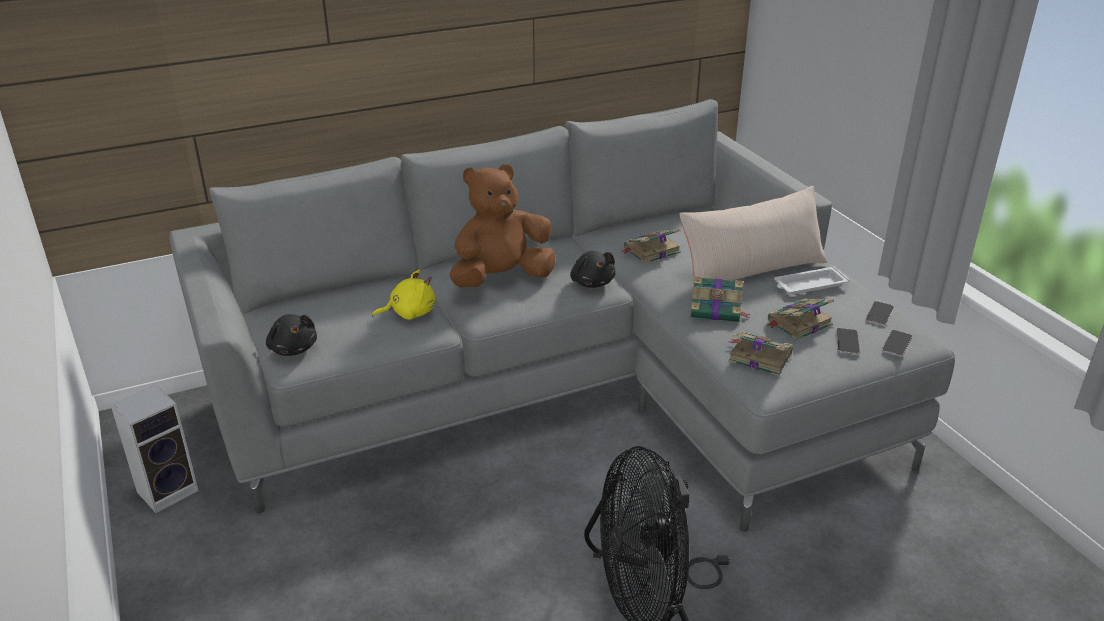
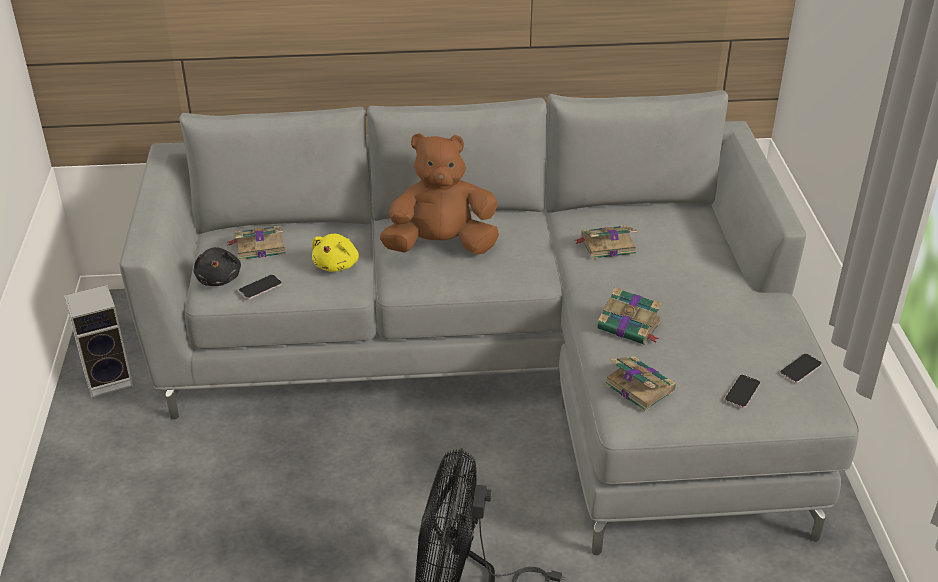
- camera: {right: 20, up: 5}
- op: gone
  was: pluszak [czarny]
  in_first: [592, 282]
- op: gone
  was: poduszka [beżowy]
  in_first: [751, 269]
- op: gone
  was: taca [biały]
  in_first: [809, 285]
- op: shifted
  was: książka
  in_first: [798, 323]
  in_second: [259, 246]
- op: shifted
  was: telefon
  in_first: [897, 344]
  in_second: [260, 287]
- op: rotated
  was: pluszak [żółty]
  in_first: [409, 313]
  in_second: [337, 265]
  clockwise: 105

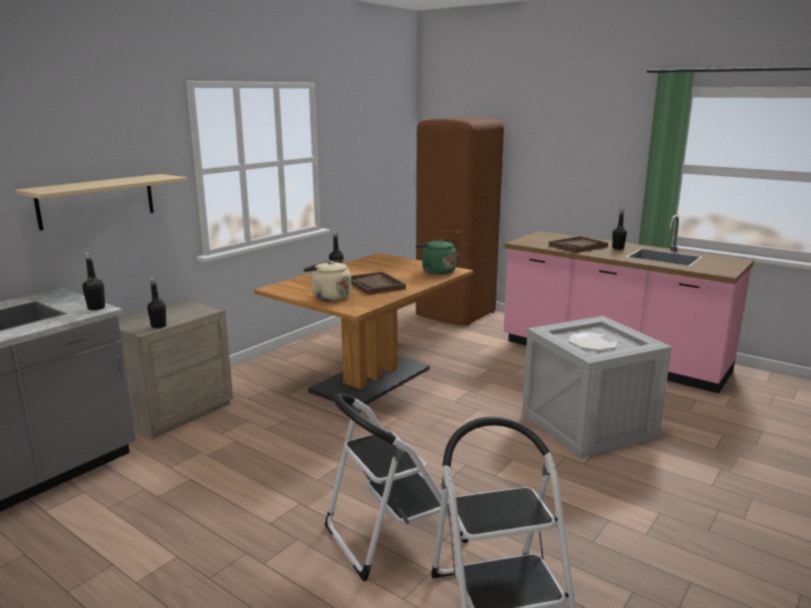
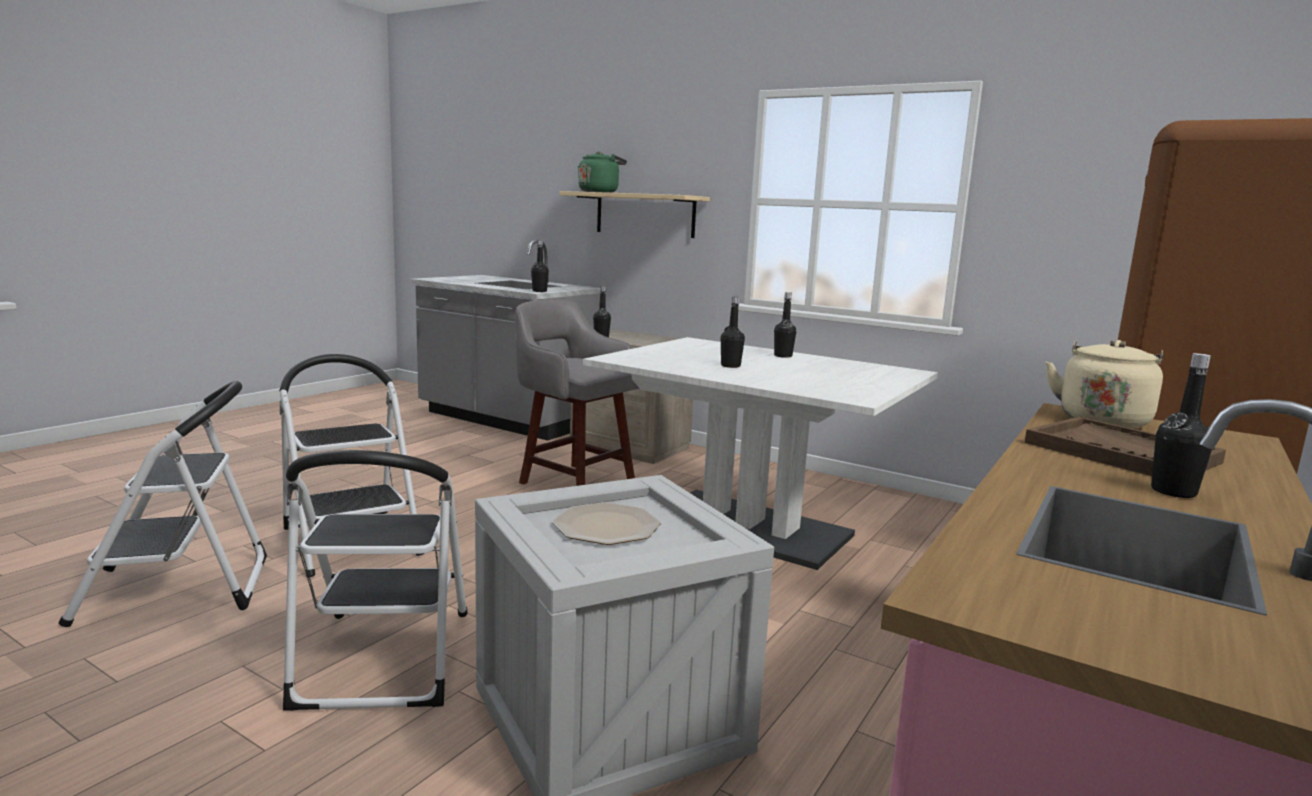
- camera: {right: 85, up: -5}
- op: new
  now: drabinka
  in_second: [382, 661]
- op: new
  now: stołek [szary]
  in_second: [574, 482]
- op: shifted
  was: czajnik [beżowy]
  in_first: [329, 297]
  in_second: [1102, 420]
- op: shifted
  was: czajnik [zielony]
  in_first: [436, 271]
  in_second: [599, 192]
- op: swapped
  was: taca [brązowy]
  now: butelka [czarny]
  in_first: [375, 285]
  in_second: [730, 366]
- op: repainted
  was: stół jadalny [brązowy]
  now: stół jadalny [biały]
  in_first: [371, 380]
  in_second: [749, 528]

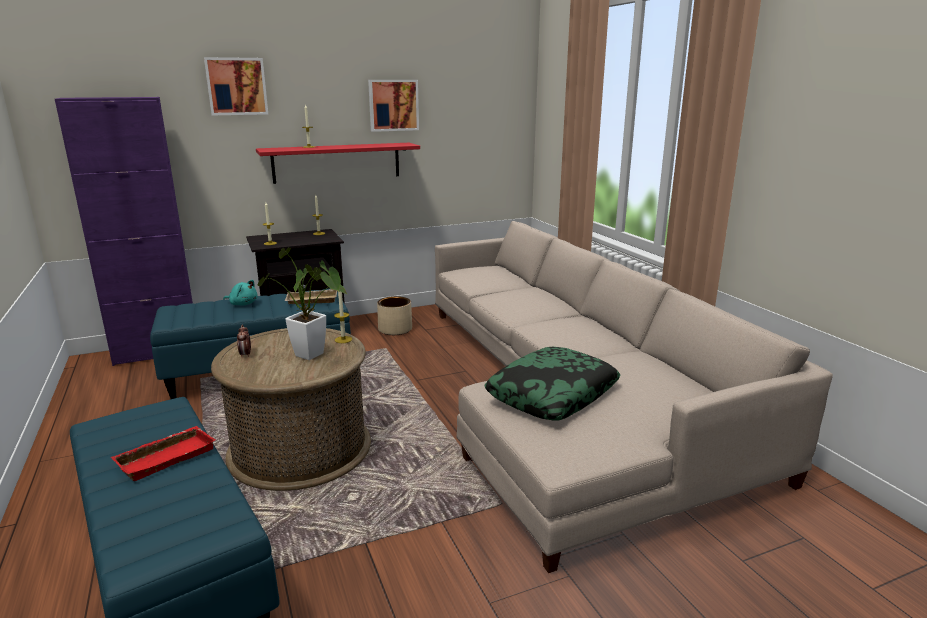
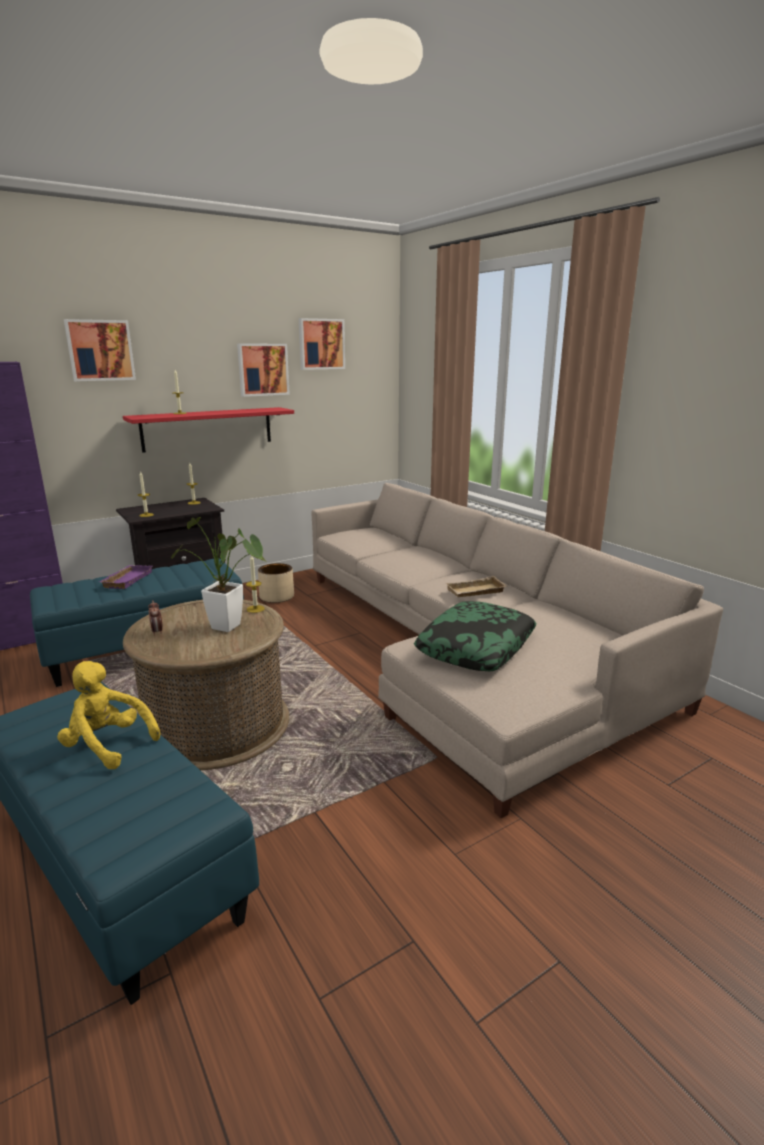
- camera: {right: -10, up: 0}
- op: new
  now: obraz
  in_second: [321, 344]
- op: shifted
  was: taca [beżowy]
  in_first: [311, 301]
  in_second: [475, 592]
- op: swapped
  was: taca [czerwony]
  now: pluszak [żółty]
  in_first: [166, 456]
  in_second: [107, 745]
- op: swapped
  was: pluszak [turkusowy]
  now: taca [fioletowy]
  in_first: [243, 304]
  in_second: [126, 580]

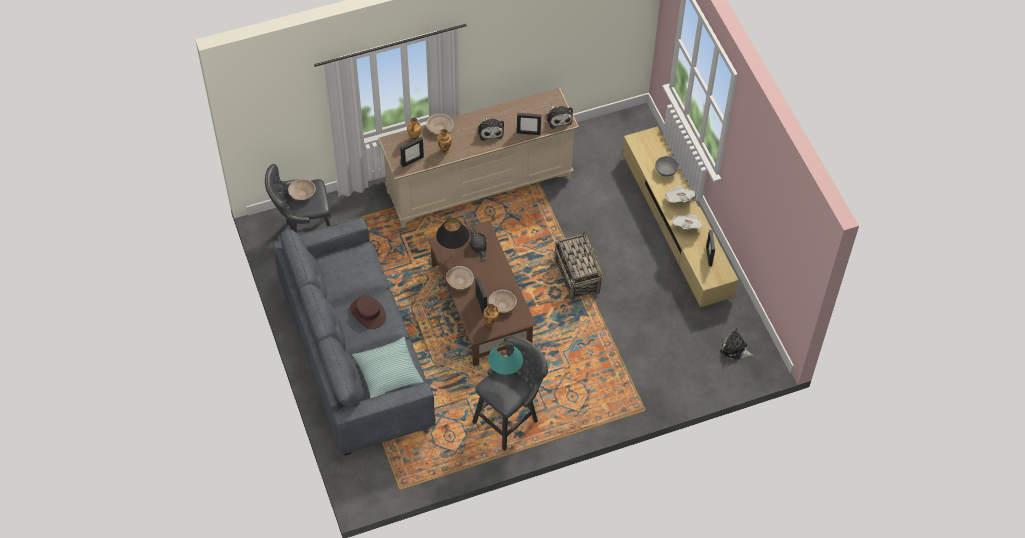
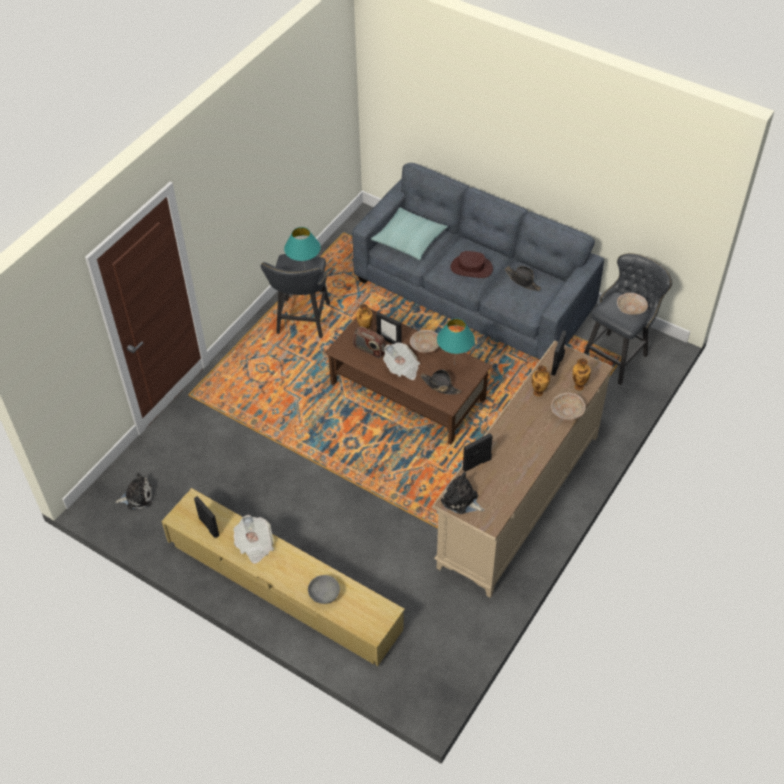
- camera: {right: 145, up: -5}
- op: gone
  was: pluszak
  in_first: [490, 130]
- op: gone
  was: koszyk
  in_first: [577, 275]
- op: new
  now: kapelusz [czarny]
  in_second: [522, 281]
- op: shifted
  was: gazeta
  in_first: [679, 199]
  in_second: [402, 368]
- op: swapped
  was: miska [beżowy]
  now: radio
  in_first: [502, 305]
  in_second: [369, 350]
- op: repainted
  was: lampa stołowa [czarny]
  now: lampa stołowa [turkusowy]
  in_first: [453, 254]
  in_second: [454, 364]

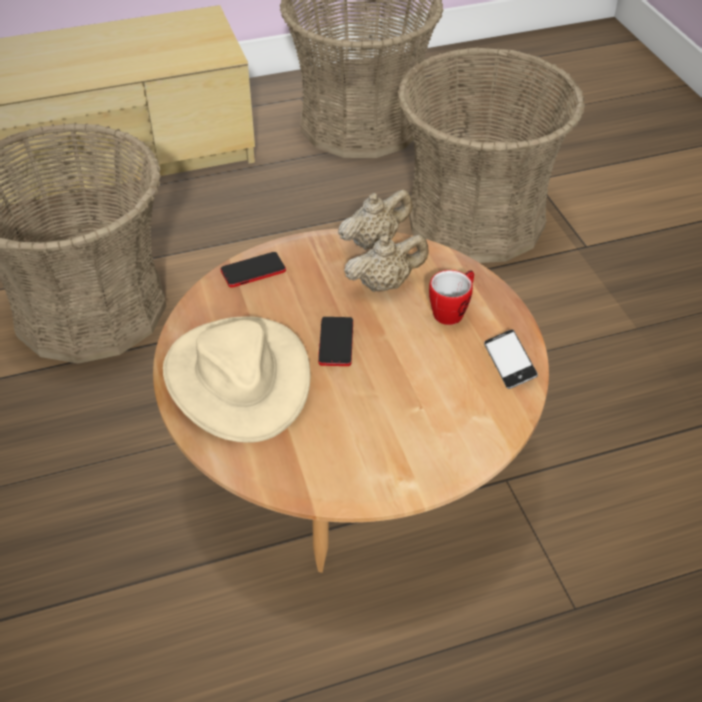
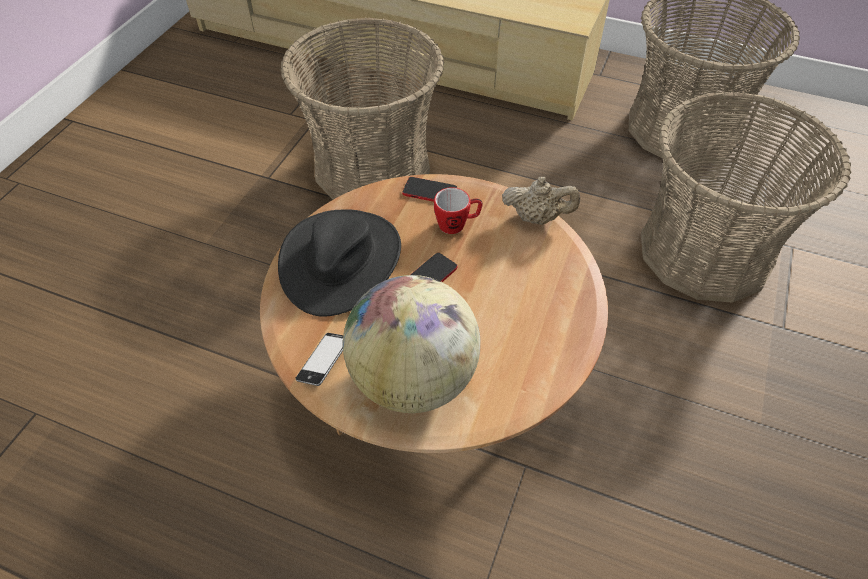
- camera: {right: 40, up: 5}
- op: gone
  was: imbryk [beżowy]
  in_first: [385, 284]
- op: new
  now: globus
  in_second: [413, 378]
- op: shifted
  was: kubek
  in_first: [452, 311]
  in_second: [457, 224]
- op: shifted
  was: telefon
  in_first: [509, 363]
  in_second: [324, 362]
- op: repainted
  was: kapelusz [beżowy]
  now: kapelusz [czarny]
  in_first: [237, 378]
  in_second: [340, 261]

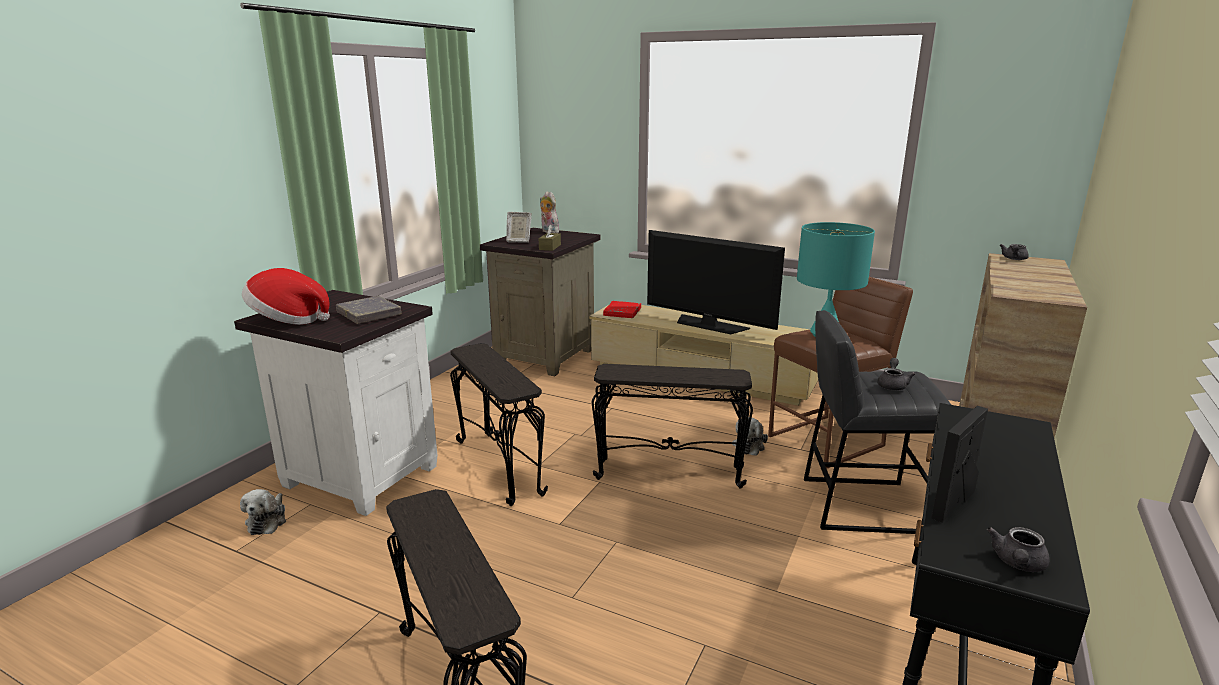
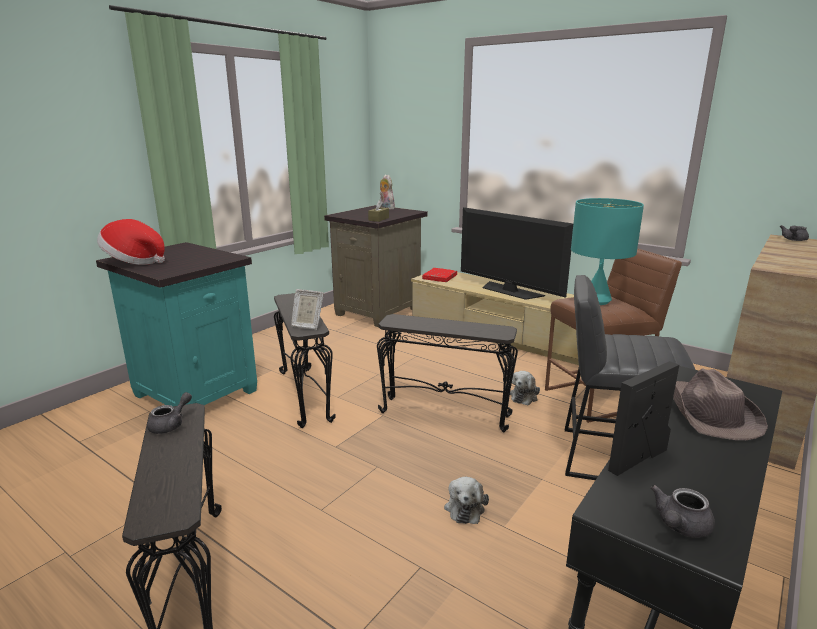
- camera: {right: 10, up: 0}
- op: gone
  was: książka [szary]
  in_first: [369, 314]
- op: new
  now: kapelusz [brązowy]
  in_second: [708, 412]
- op: shifted
  was: pluszak
  in_first: [268, 521]
  in_second: [464, 507]
- op: shifted
  was: ramka na zdjęcie
  in_first: [518, 241]
  in_second: [307, 325]
- op: shifted
  was: imbryk [szary]
  in_first: [892, 385]
  in_second: [171, 425]
- op: repainted
  was: szafka [biały]
  now: szafka [turkusowy]
  in_first: [358, 475]
  in_second: [194, 392]

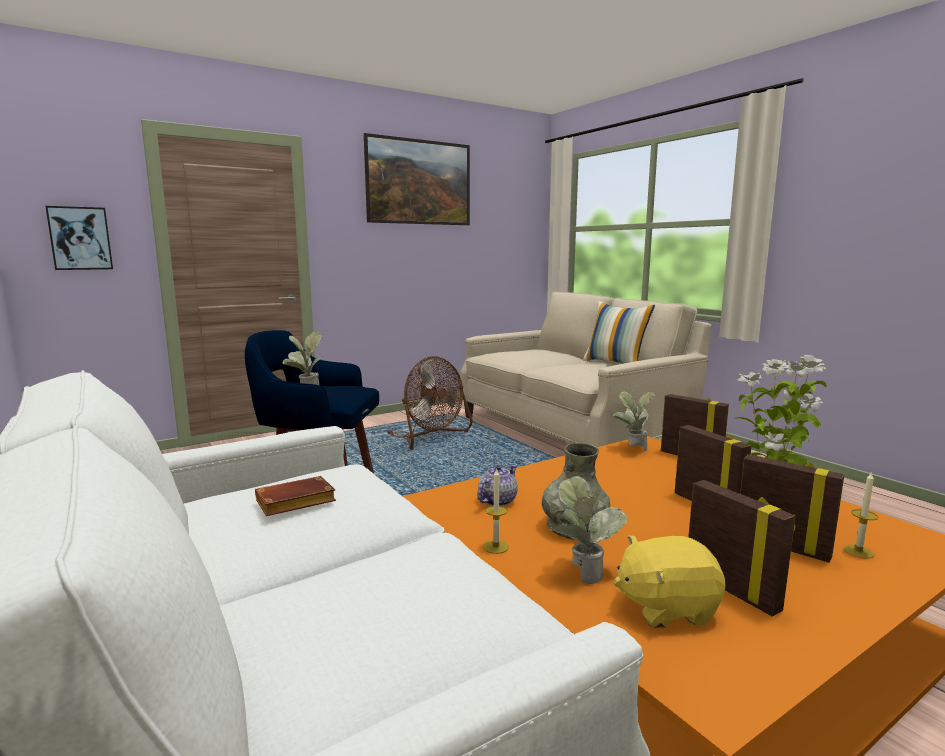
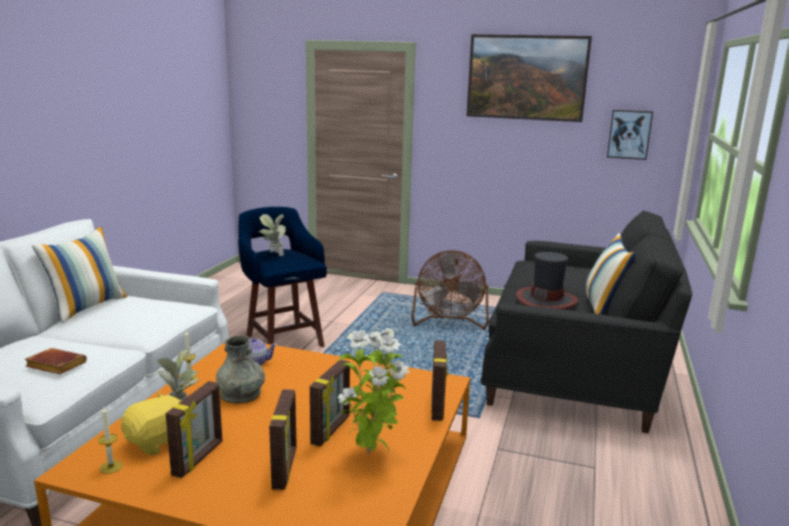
- camera: {right: 50, up: 5}
- op: gone
  was: roślina doniczkowa
  in_first: [632, 448]
- op: new
  now: poduszka
  in_second: [87, 307]
- op: new
  now: kapelusz
  in_second: [546, 300]
- op: shifted
  was: obraz
  in_first: [80, 238]
  in_second: [629, 134]
- op: shifted
  was: książka [brązowy]
  in_first: [294, 503]
  in_second: [54, 366]
- op: shifted
  was: świeca
  in_first: [858, 551]
  in_second: [111, 467]
- op: repainted
  was: kanapa [beżowy]
  now: kanapa [czarny]
  in_first: [572, 430]
  in_second: [575, 366]
- op: rotated
  was: pluszak [żółty]
  in_first: [666, 607]
  in_second: [158, 442]
  clockwise: 90

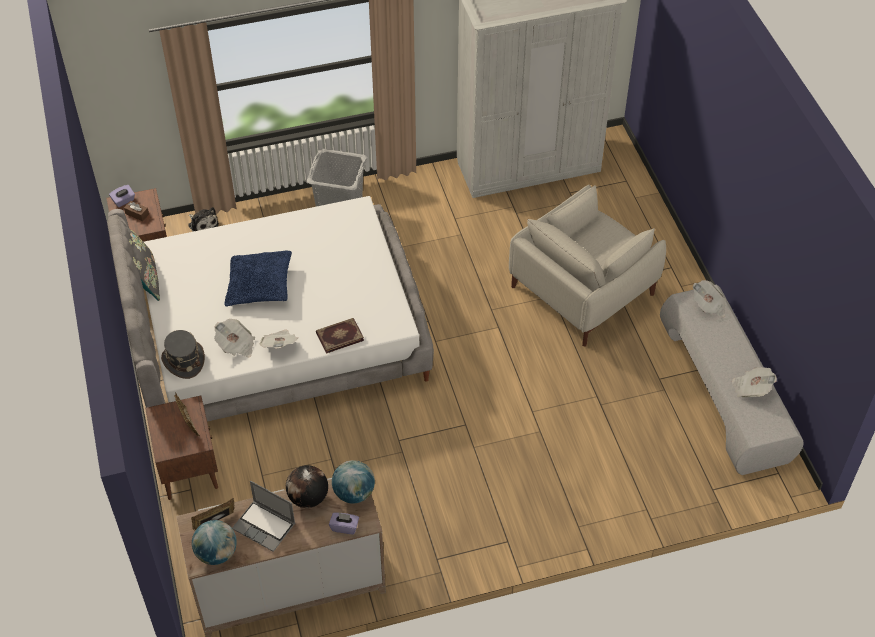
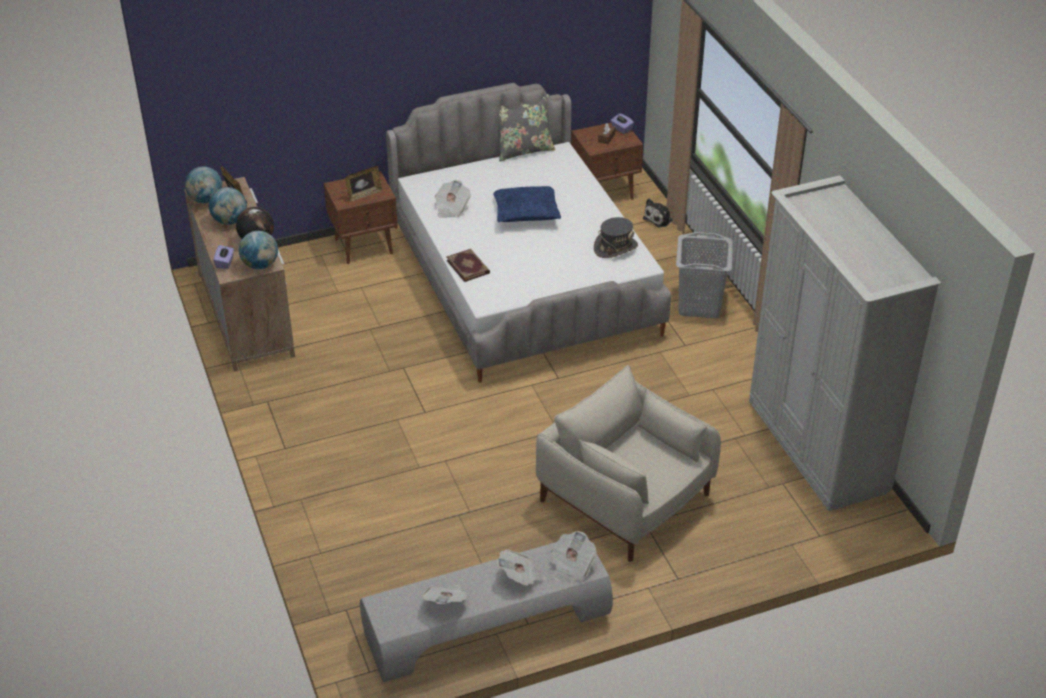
- camera: {right: 85, up: -10}
- op: shifted
  was: kapelusz [szary]
  in_first: [183, 360]
  in_second: [615, 247]
- op: shifted
  was: gazeta
  in_first: [279, 345]
  in_second: [521, 576]
- op: swapped
  was: laptop
  now: globus
  in_first: [265, 526]
  in_second: [230, 221]

